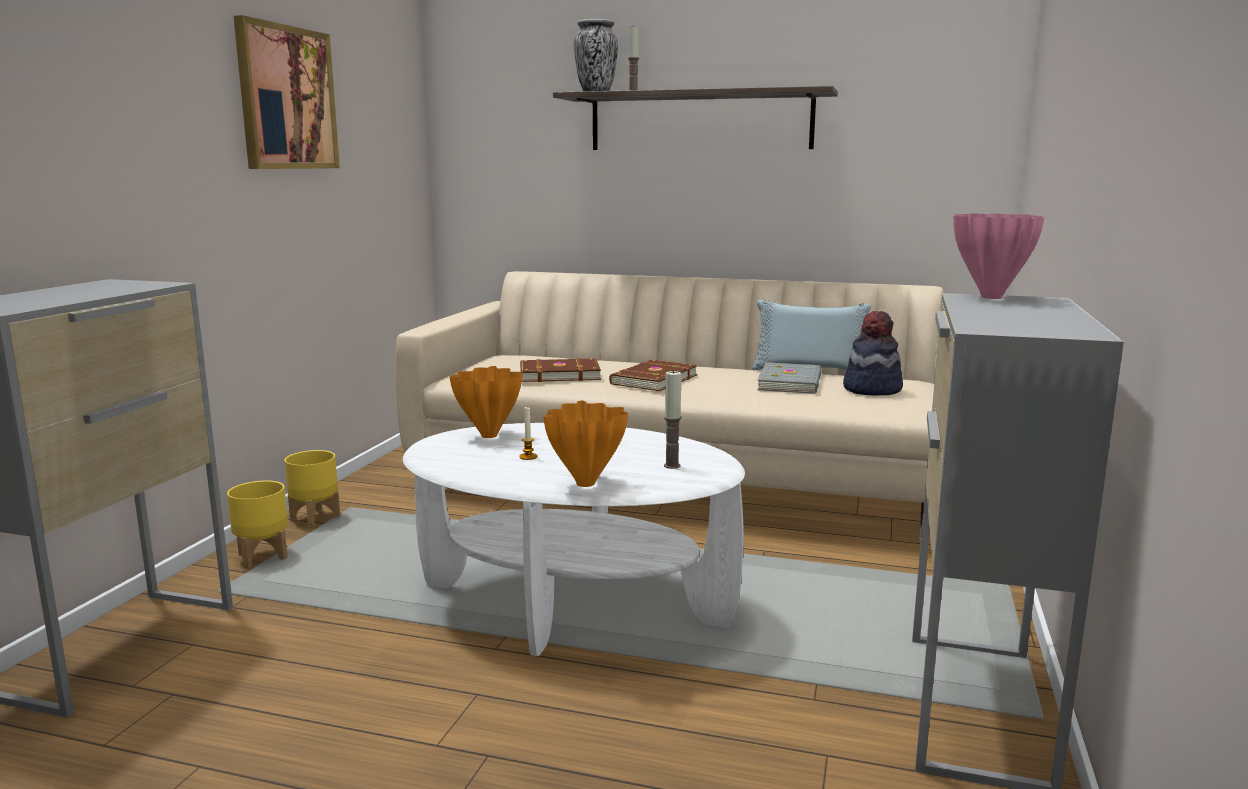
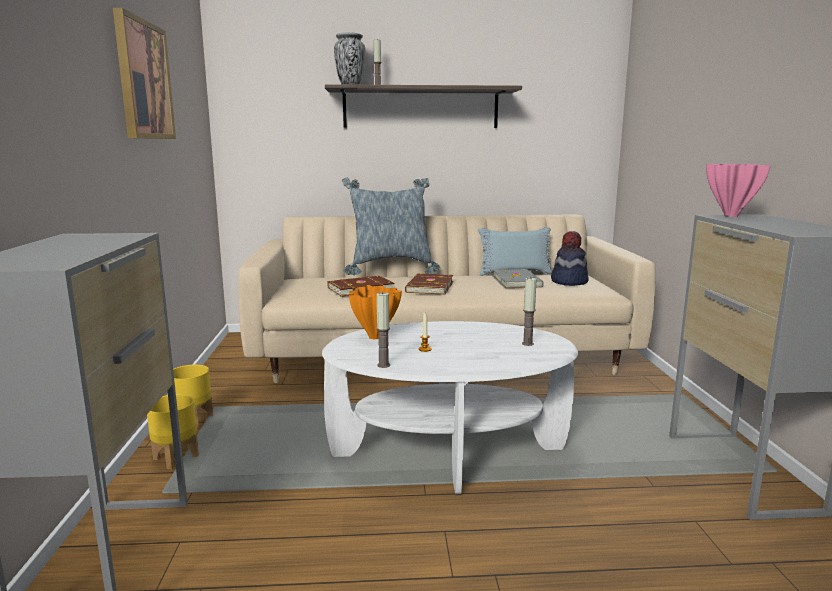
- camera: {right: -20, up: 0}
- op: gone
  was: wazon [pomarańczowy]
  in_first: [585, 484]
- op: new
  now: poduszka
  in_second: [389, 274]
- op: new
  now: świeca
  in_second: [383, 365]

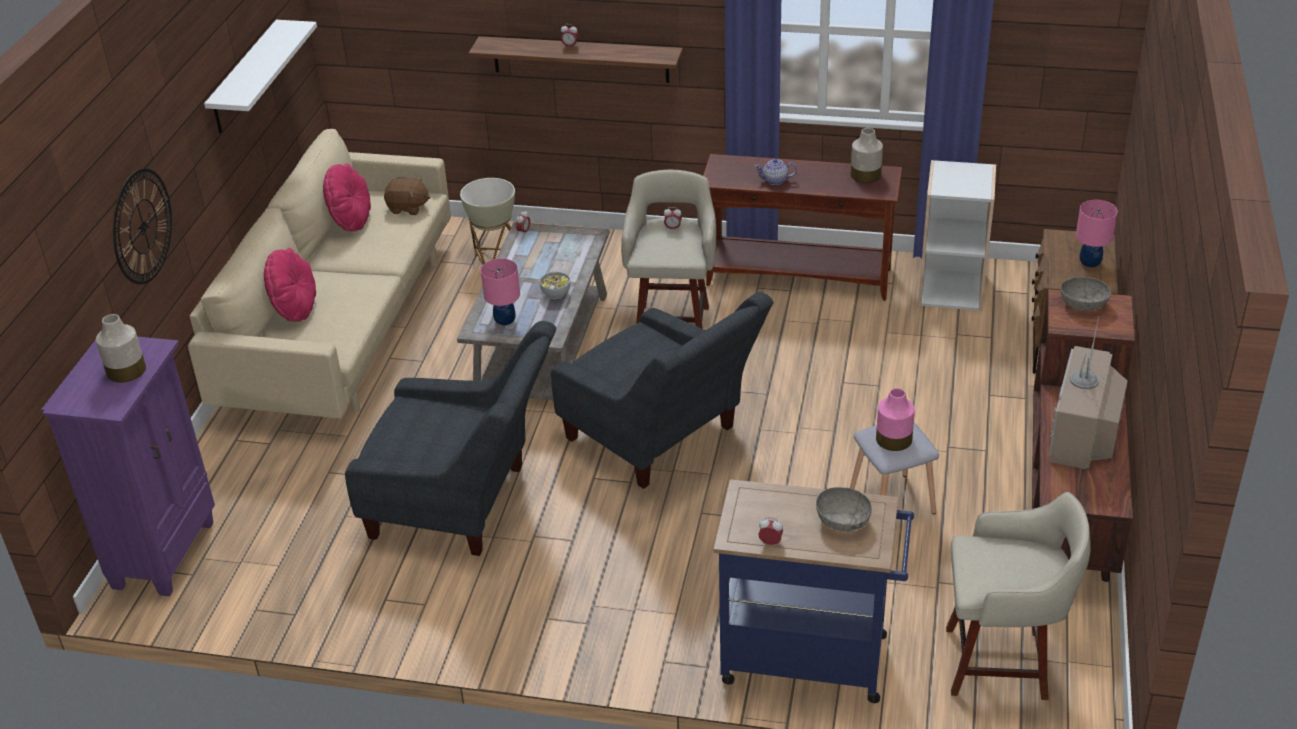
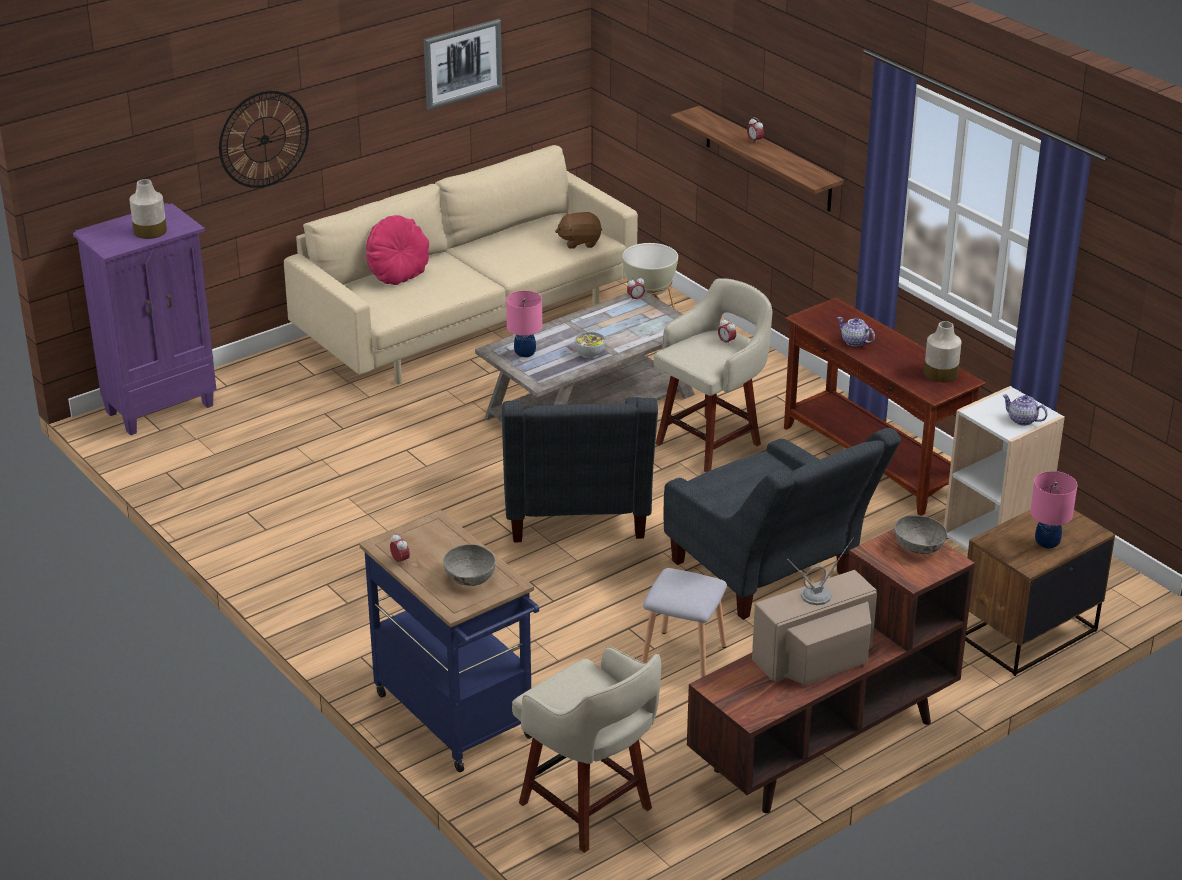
- camera: {right: 40, up: -5}
- op: gone
  was: poduszka [różowy]
  in_first: [351, 223]
- op: gone
  was: wazon [różowy]
  in_first: [893, 439]
- op: new
  now: imbryk
  in_second: [1022, 420]
- op: shifted
  was: fotel [szary]
  in_first: [465, 505]
  in_second: [772, 577]
- op: swapped
  was: półka [biały]
  now: obraz
  in_first: [245, 78]
  in_second: [462, 63]
- op: rotated
  was: pluszak [brązowy]
  in_first: [408, 208]
  in_second: [579, 242]
  clockwise: 120

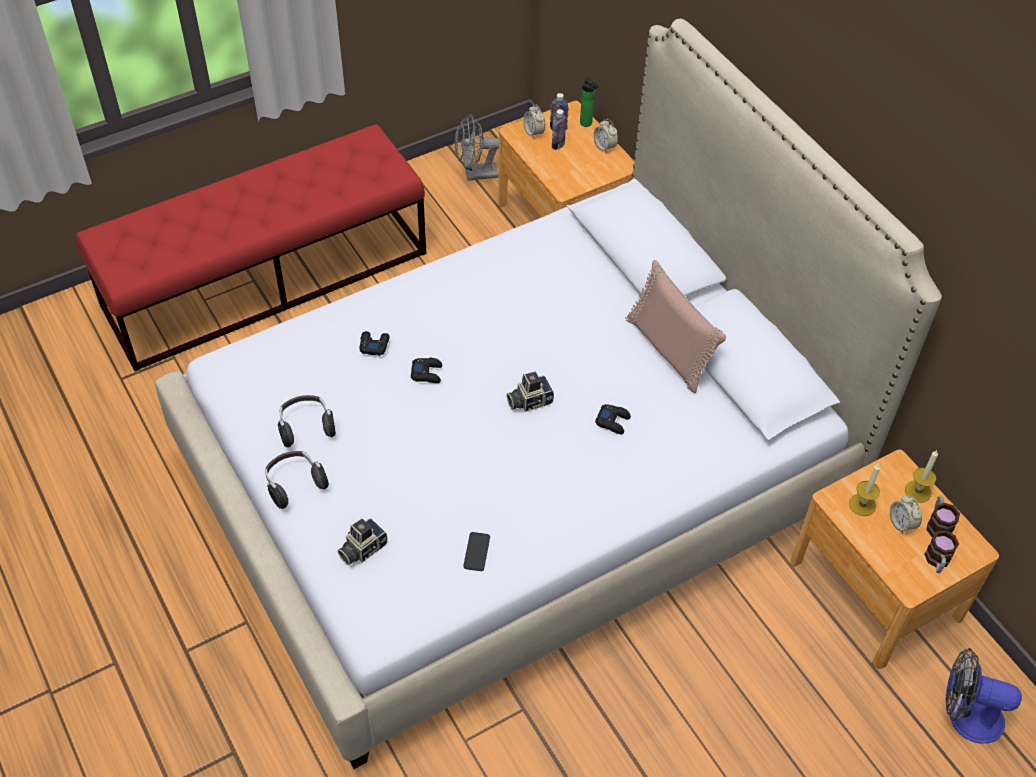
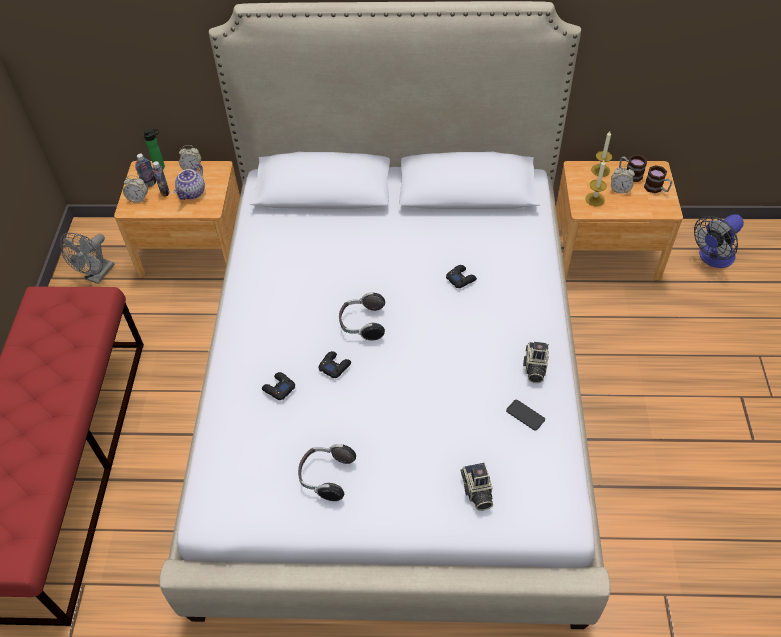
- camera: {right: -55, up: 0}
- op: gone
  was: poduszka [beżowy]
  in_first: [670, 350]
- op: new
  now: imbryk
  in_second: [192, 193]
- op: shifted
  was: słuchawki
  in_first: [294, 484]
  in_second: [362, 324]
- op: shifted
  was: aparat fotograficzny
  in_first: [529, 401]
  in_second: [534, 368]

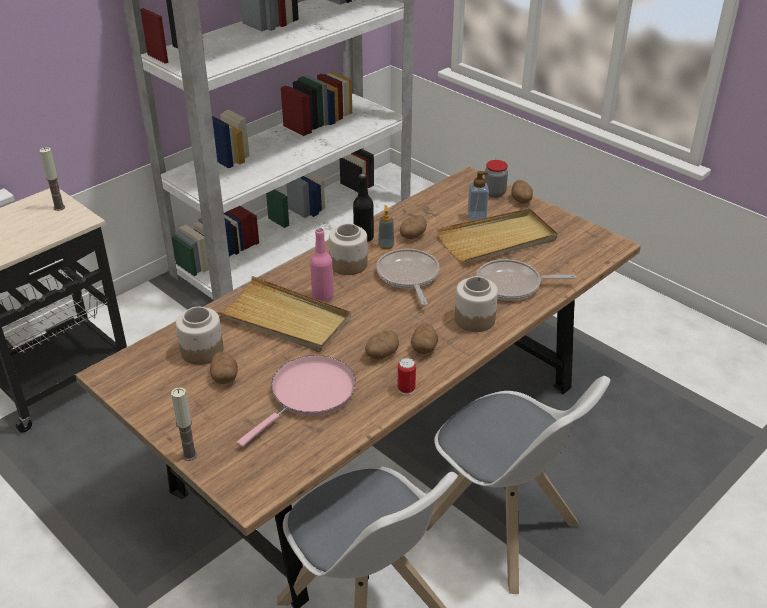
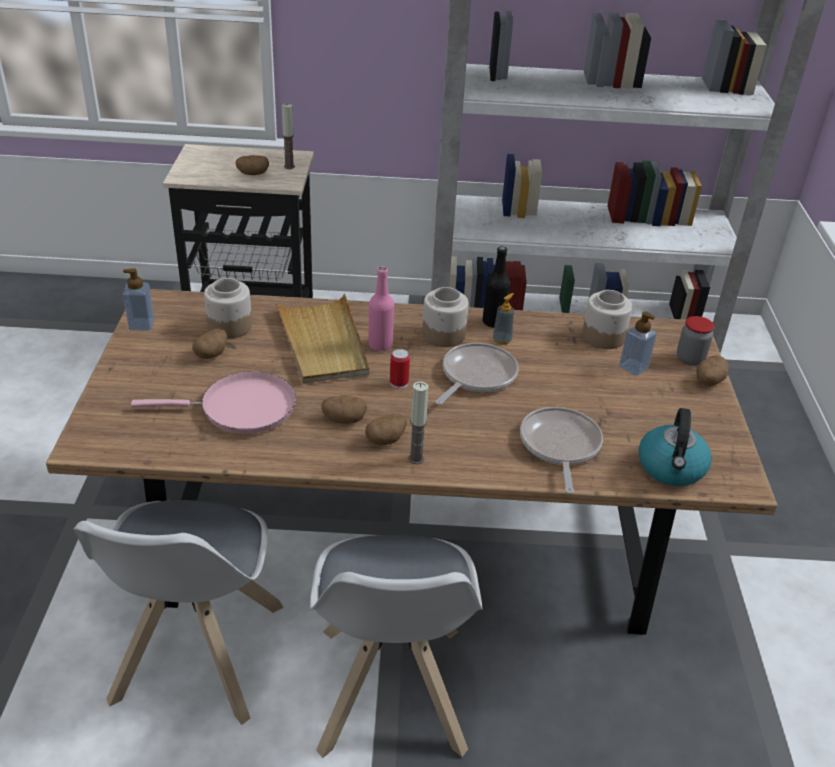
- camera: {right: 45, up: 0}
- op: gone
  was: taca [beżowy]
  in_first: [497, 240]
- op: new
  now: dozownik mydła
  in_second: [141, 325]
- op: new
  now: czajnik
  in_second: [671, 468]
- op: shifted
  was: świeca
  in_first: [190, 455]
  in_second: [416, 458]
- op: shifted
  was: puszka
  in_first: [406, 389]
  in_second: [399, 383]
- op: shifted
  was: ziemniak
  in_first: [412, 236]
  in_second: [252, 174]
- op: shifted
  was: słoik
  in_first: [474, 319]
  in_second: [603, 337]
- op: rotated
  was: patelnia
  in_first: [512, 285]
  in_second: [559, 446]
  clockwise: 45

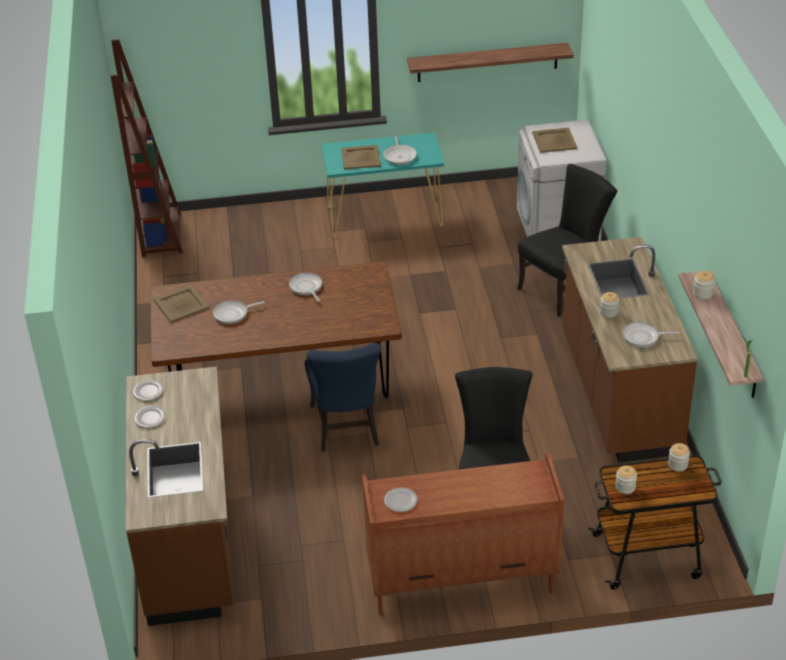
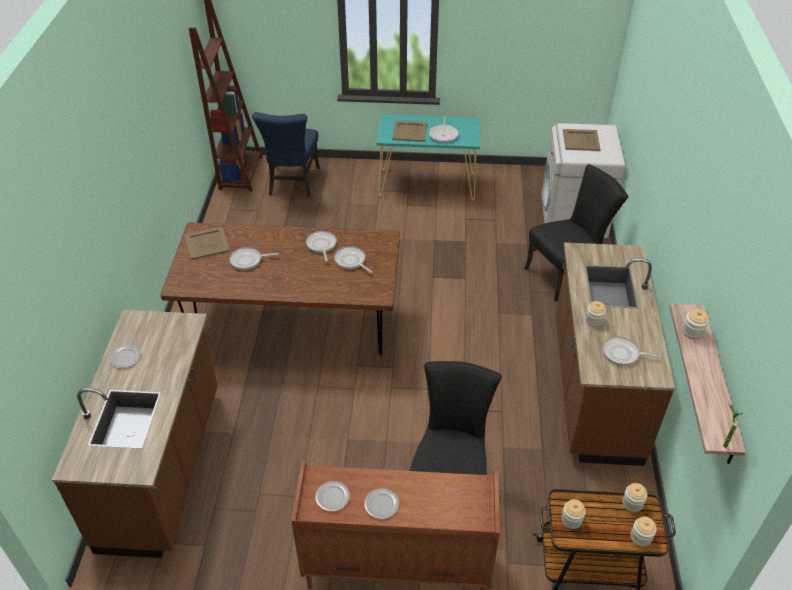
- camera: {right: 10, up: 5}
- op: gone
  was: półka
  in_first: [487, 62]
- op: new
  now: patelnia
  in_second: [351, 261]
- op: new
  now: słoik
  in_second: [641, 537]
- op: shifted
  was: talerz
  in_first: [149, 391]
  in_second: [382, 504]
- op: shifted
  was: krzesło [niebieski]
  in_first: [346, 428]
  in_second: [292, 183]

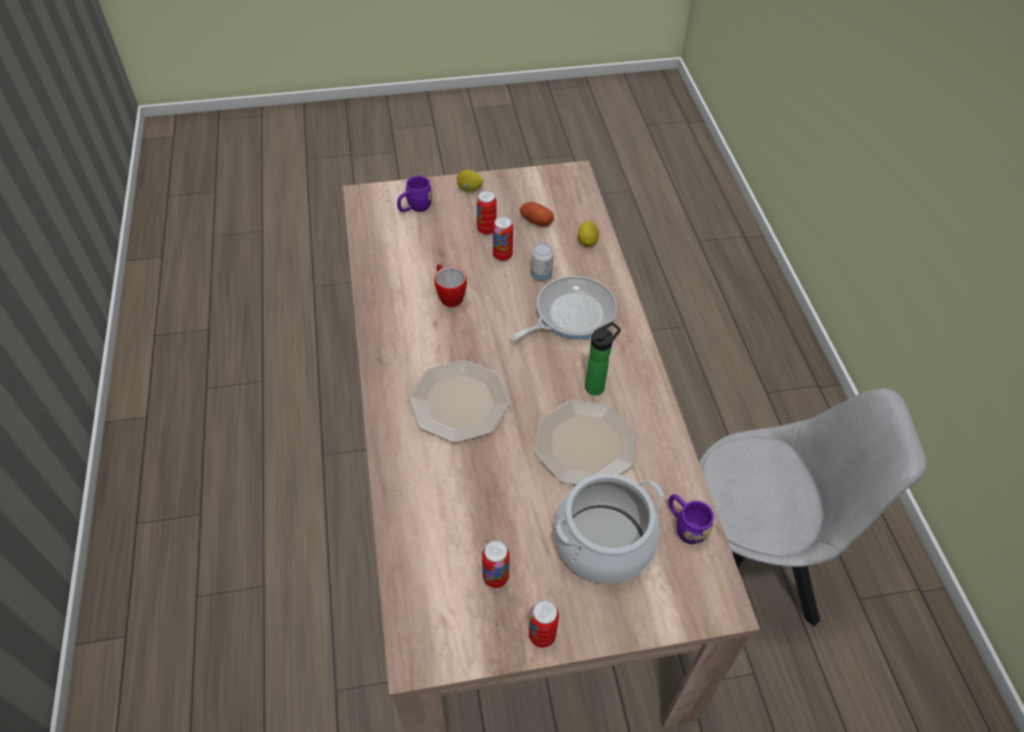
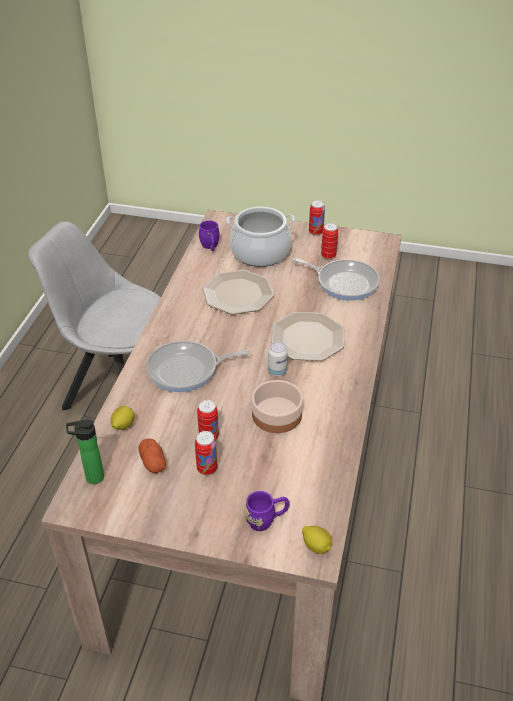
- camera: {right: -155, up: -10}
- op: new
  now: patelnia
  in_second: [344, 282]
- op: shifted
  was: cytryna
  in_first: [469, 189]
  in_second: [316, 546]
- op: shifted
  was: puszka
  in_first: [541, 275]
  in_second: [277, 371]
- op: shifted
  was: butelka
  in_first: [597, 386]
  in_second: [92, 478]
- op: swapped
  was: kubek
  now: miska
  in_first: [449, 295]
  in_second: [277, 415]

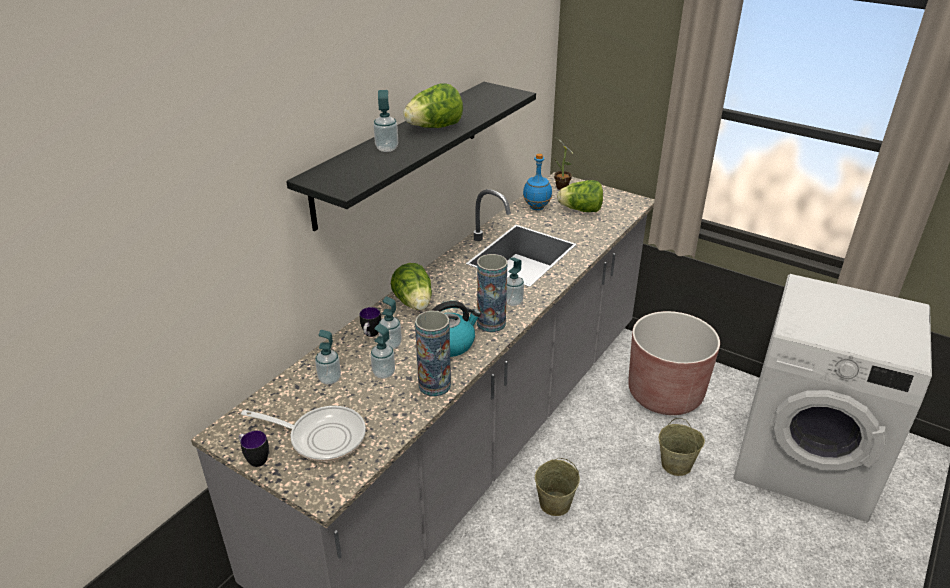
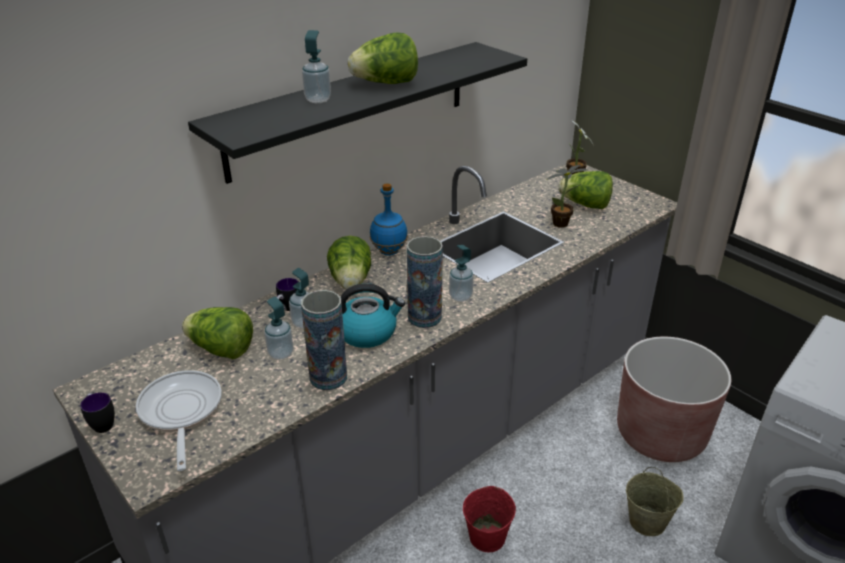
- camera: {right: 15, up: 0}
- op: new
  now: roślina doniczkowa
  in_second: [563, 223]
- op: shifted
  was: butelka [niebieski]
  in_first: [536, 207]
  in_second: [389, 251]
- op: swapped
  was: dozownik mydła
  now: sałata
  in_first: [329, 379]
  in_second: [222, 350]
- op: repainted
  was: wiadro [beżowy]
  now: wiadro [czerwony]
  in_first: [555, 503]
  in_second: [487, 536]
- op: rotated
  was: patelnia
  in_first: [322, 437]
  in_second: [181, 413]
  clockwise: -135

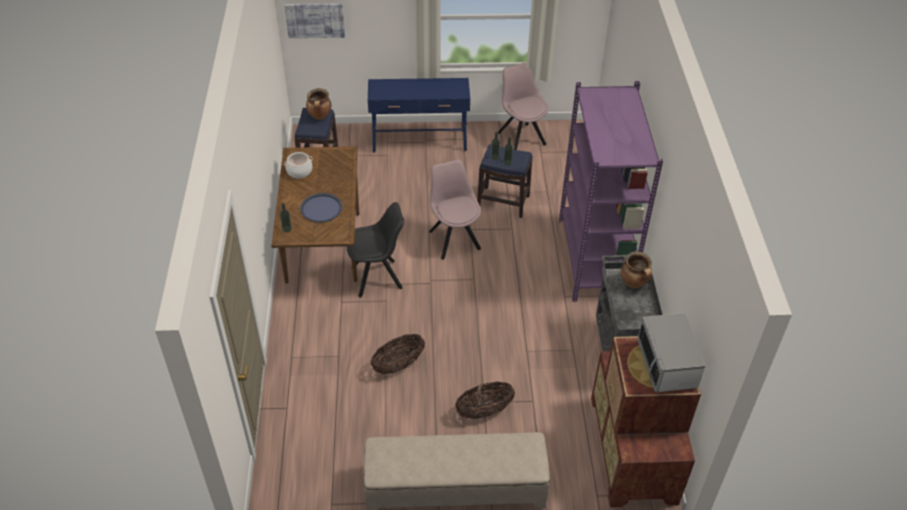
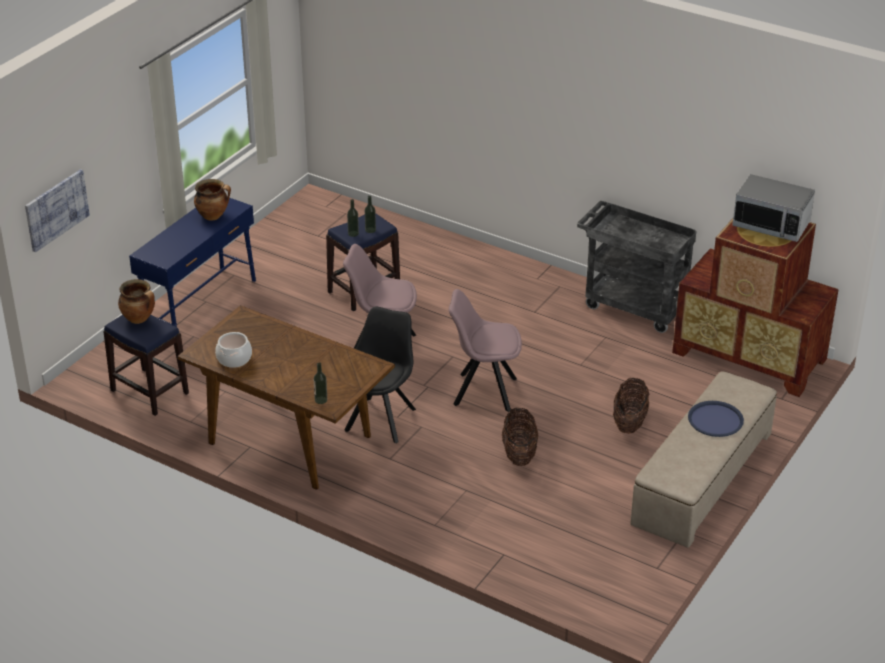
- camera: {right: -55, up: -10}
- op: gone
  was: regał [fioletowy]
  in_first: [594, 259]
- op: shifted
  was: taca [niebieski]
  in_first: [321, 208]
  in_second: [715, 419]
- op: shifted
  was: krzesło [różowy]
  in_first: [521, 138]
  in_second: [484, 392]
- op: shifted
  was: garnek
  in_first: [634, 283]
  in_second: [213, 216]

